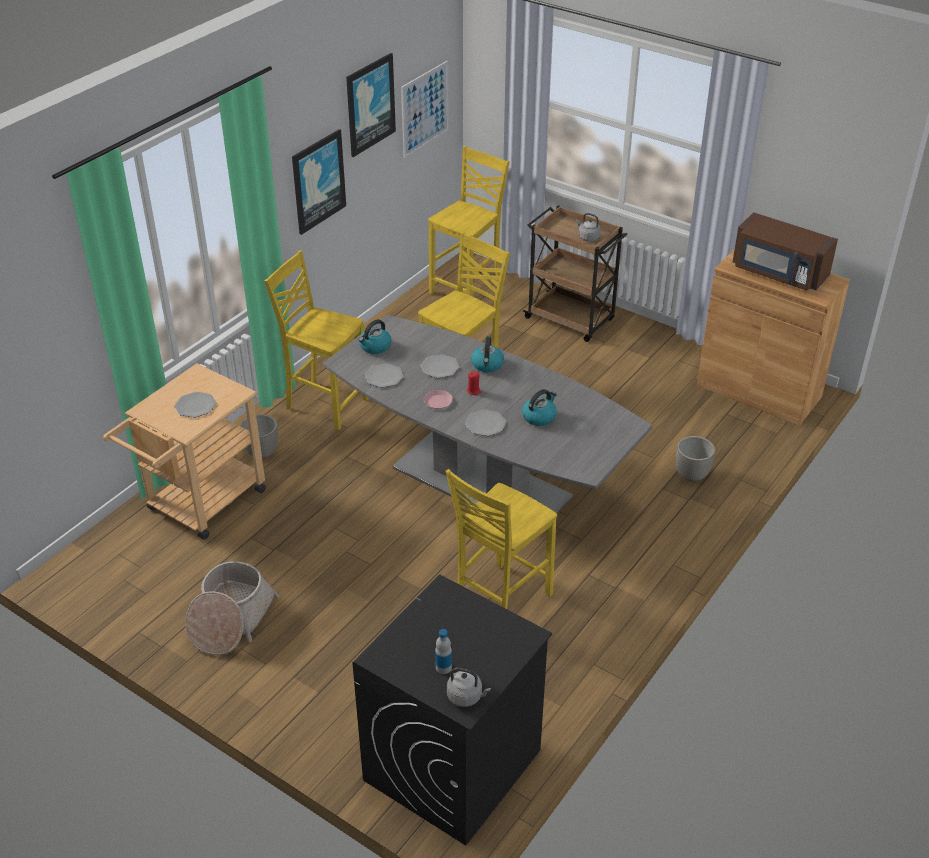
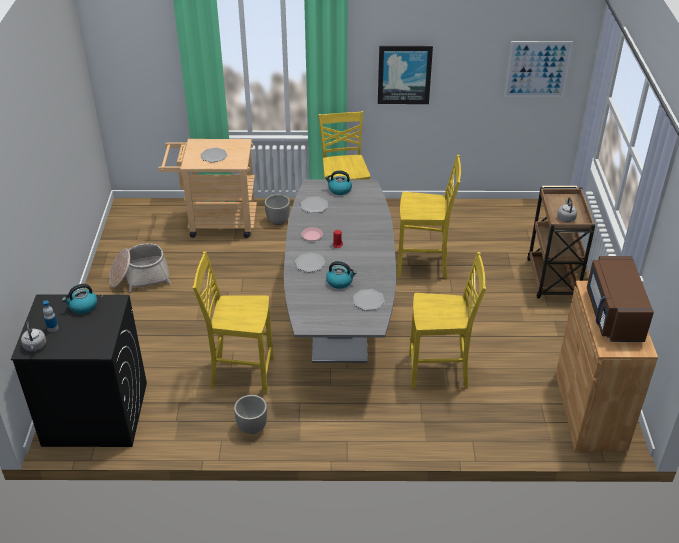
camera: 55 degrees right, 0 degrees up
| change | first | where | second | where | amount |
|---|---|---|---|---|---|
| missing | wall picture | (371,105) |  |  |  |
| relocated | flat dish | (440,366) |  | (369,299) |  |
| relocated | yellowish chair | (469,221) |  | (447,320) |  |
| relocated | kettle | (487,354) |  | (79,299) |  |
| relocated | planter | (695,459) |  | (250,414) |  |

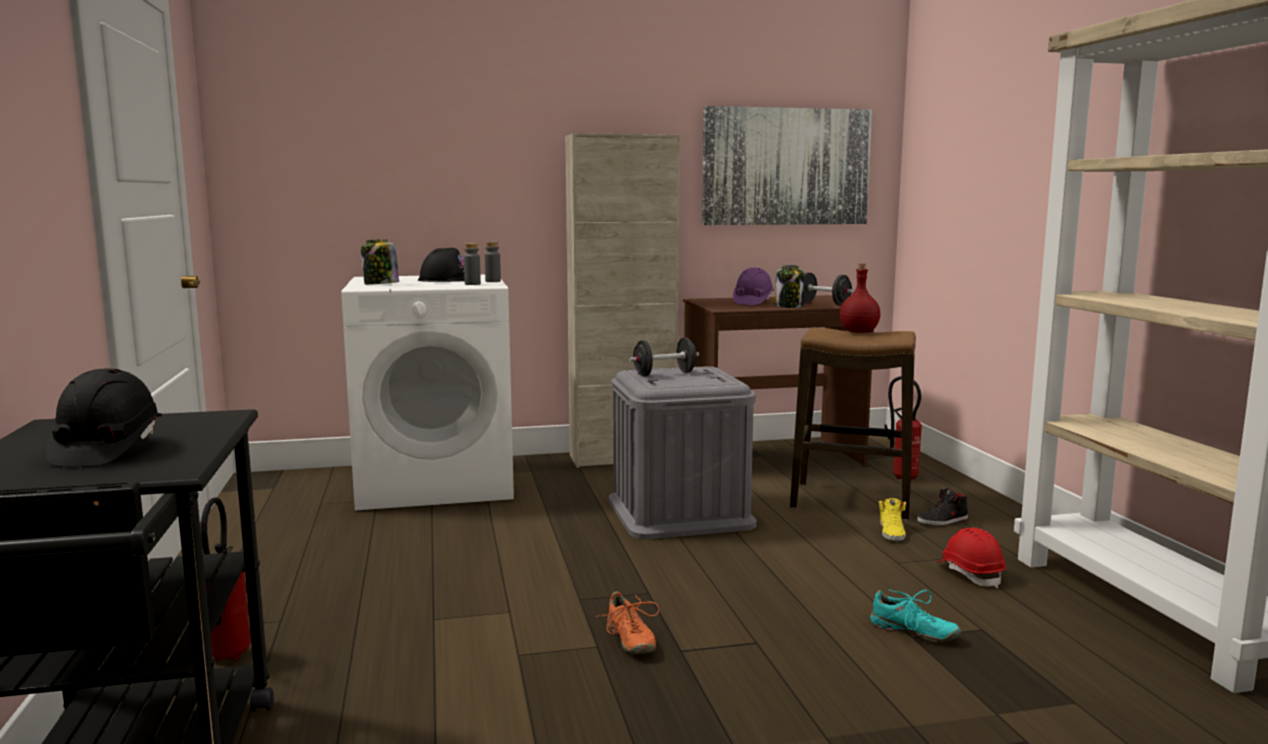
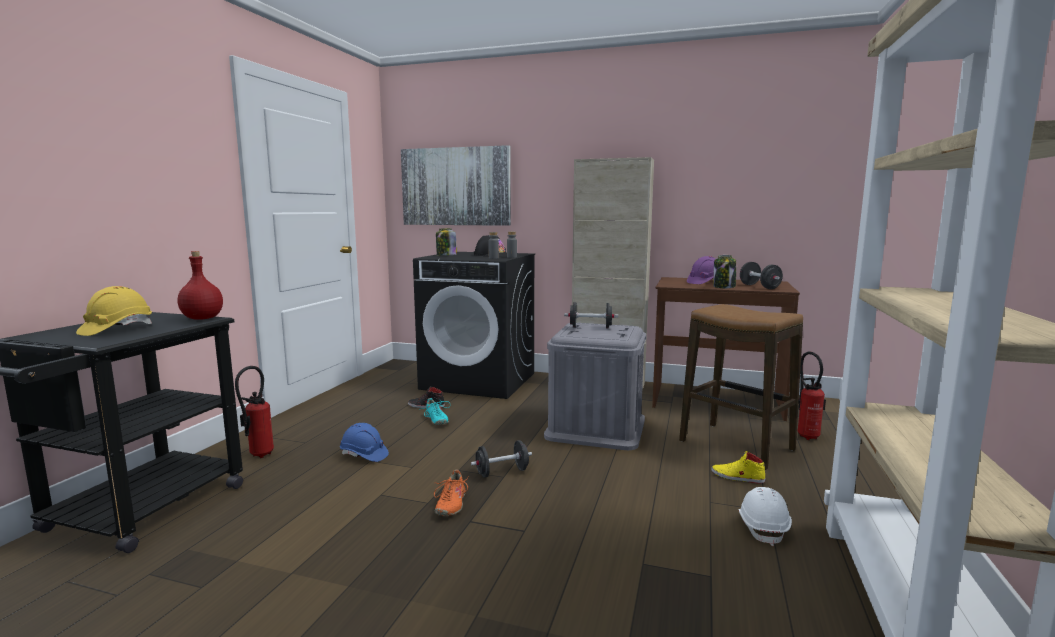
camera: 30 degrees right, 0 degrees up
| change | first | where | second | where | amount |
|---|---|---|---|---|---|
| colour | black work helmet | (104,417) | yellowish work helmet | (114,311) |  |
| colour | white laundry machine | (427,392) | black laundry machine | (474,325) |  |
| relocated | wall picture | (787,165) |  | (456,185) |  |
| relocated | red drink bottle | (860,298) |  | (200,285) |  |
| relocated | blue-green low shoe | (915,615) |  | (436,411) |  |
| spun | yellowish low shoe | (892,519) |  | (738,467) | 75 degrees clockwise |
| relocated | black low shoe | (942,507) |  | (426,397) |  |
| colour | red work helmet | (971,558) | white work helmet | (765,516) |  |
| appeared |  |  | blue work helmet | (364,442) |  |
| appeared |  |  | black free weight | (501,459) |  |

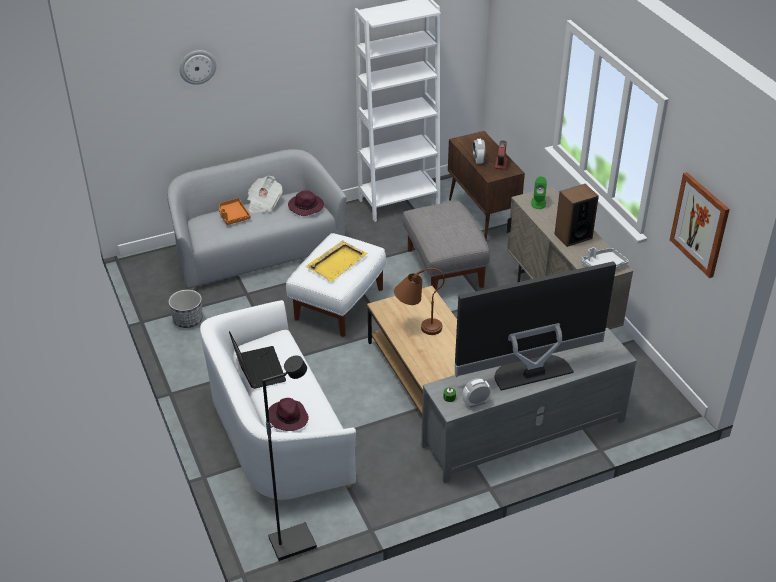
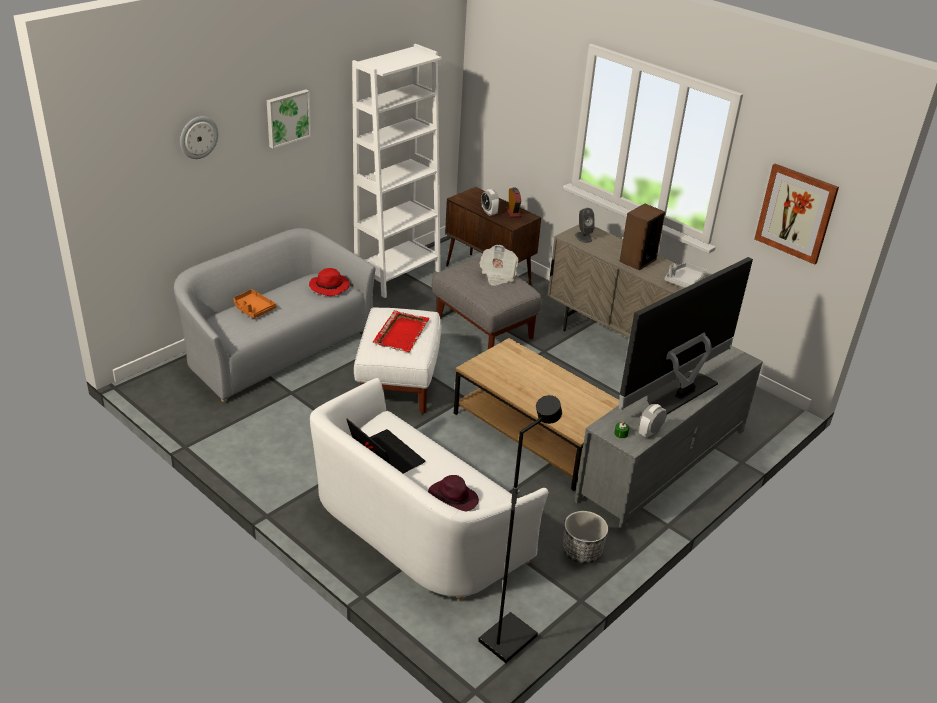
camera: 25 degrees left, 5 degrees down
| change | first | where | second | where | amount |
|---|---|---|---|---|---|
| relocated | planter | (186,309) |  | (585,537) |  |
| relocated | newspaper | (265,194) |  | (498,265) |  |
| colour | purple hat | (306,203) | red hat | (329,282) |  |
| colour | yellowish tray | (337,261) | red tray | (401,331) |  |
| missing | brownish table lamp | (419,301) |  |  |  |
| colour | green loudspeaker | (539,192) | gray loudspeaker | (585,225) |  |
| appeared |  |  | wall picture | (289,119) |  |

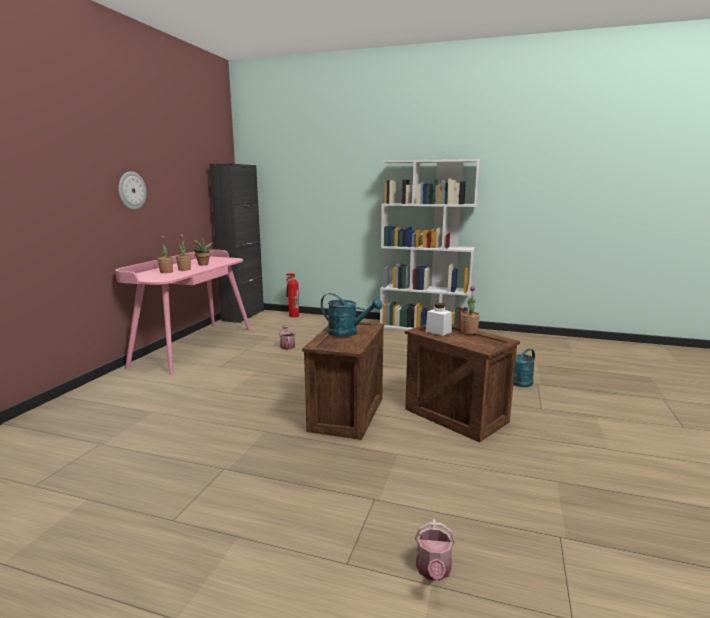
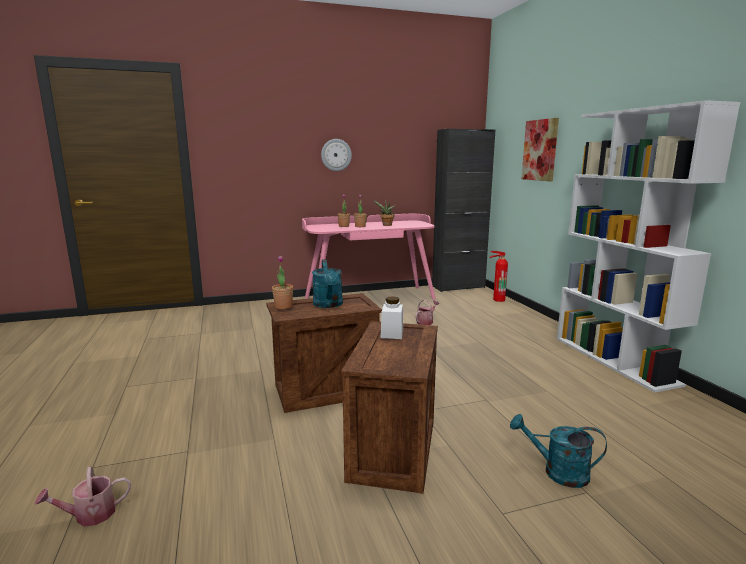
camera: 55 degrees right, 0 degrees up
| change | first | where | second | where | amount |
|---|---|---|---|---|---|
| relocated | potted plant | (470,310) |  | (282,282) |  |
| appeared |  |  | wall picture | (540,149) |  |

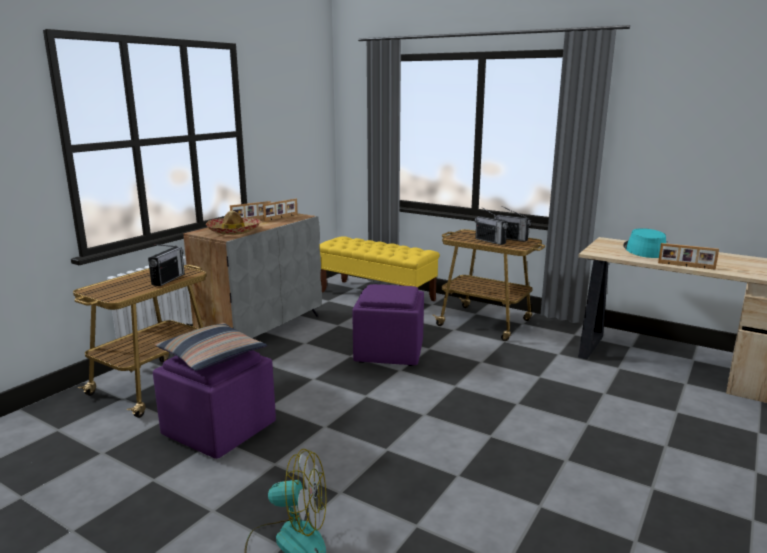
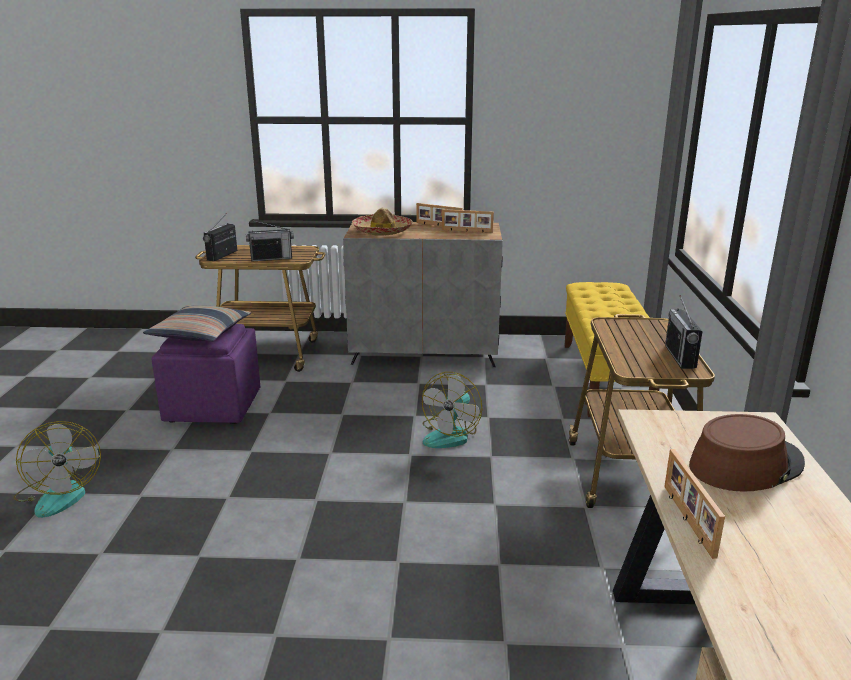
camera: 60 degrees right, 5 degrees up
| change | first | where | second | where | amount |
|---|---|---|---|---|---|
| exchanged | purple footrest | (388,325) | electric fan | (452,410) |  |
| relocated | radio set | (491,226) |  | (220,237) |  |
| colour | blue-green hat | (645,243) | brownish hat | (747,453) |  |

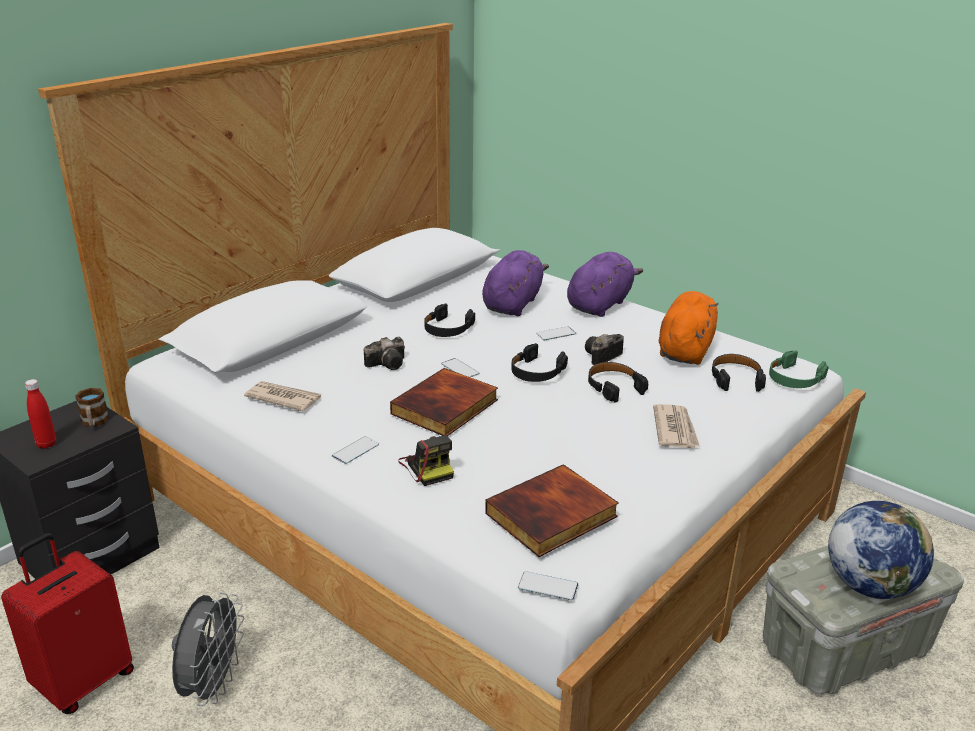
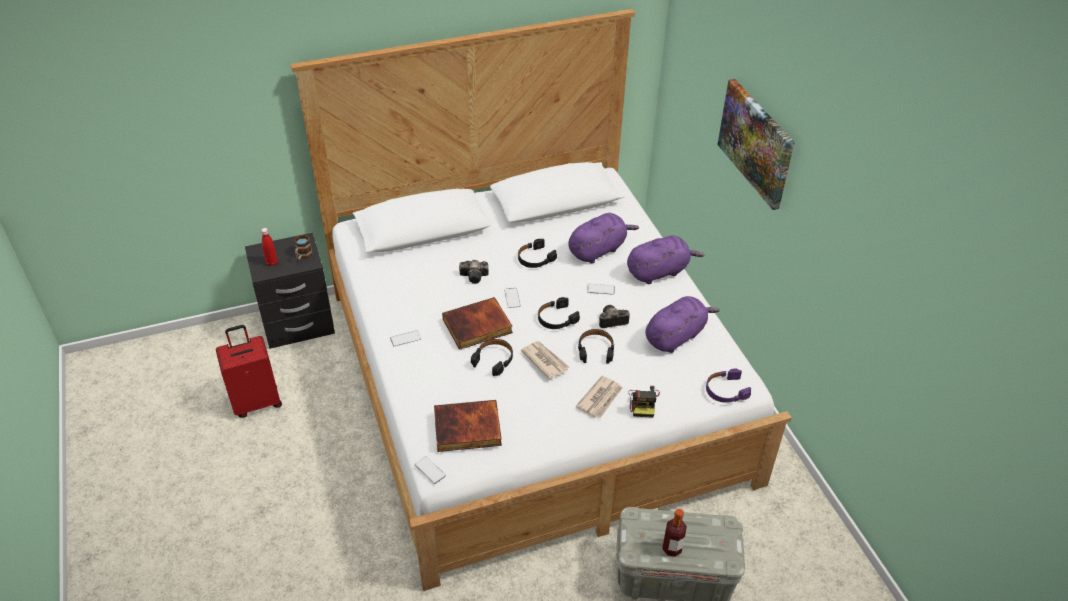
camera: 30 degrees right, 15 degrees up
| change | first | where | second | where | amount |
|---|---|---|---|---|---|
| missing | gray electric fan | (208,649) |  |  |  |
| relocated | newspaper | (282,396) |  | (545,360) |  |
| relocated | photo camera | (426,460) |  | (644,402) |  |
| colour | orangey cuddly toy | (689,328) | purple cuddly toy | (682,324) |  |
| relocated | black headphones | (739,373) |  | (492,357) |  |
| colour | green headphones | (798,369) | purple headphones | (728,386) |  |
| exchanged | world globe | (881,550) | drink bottle | (674,533) |  |
| appeared |  |  | wall picture | (756,144) |  |

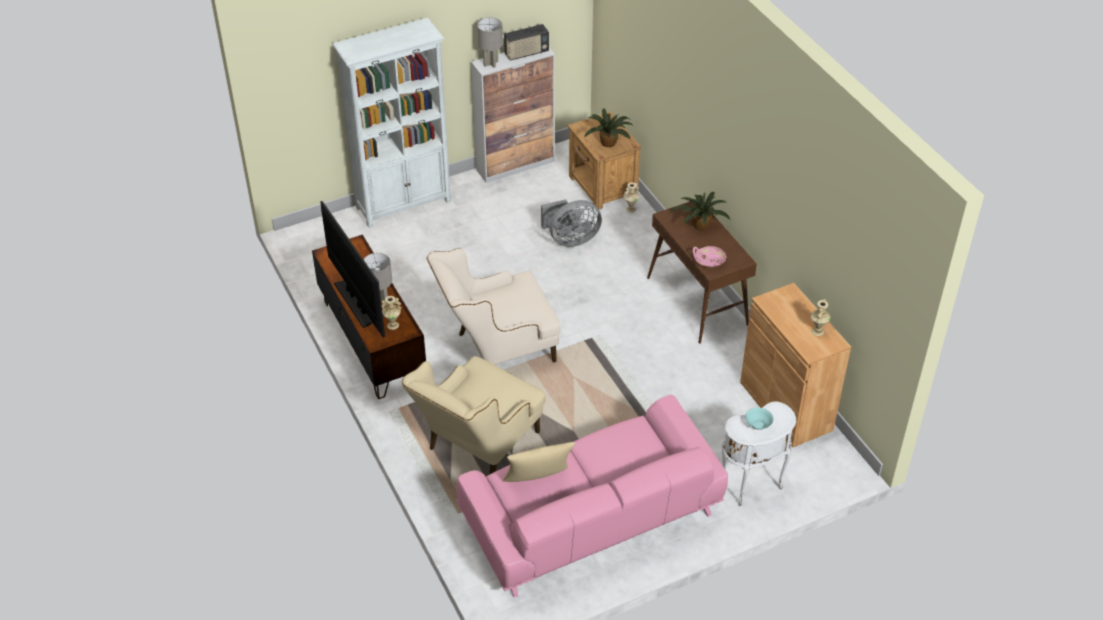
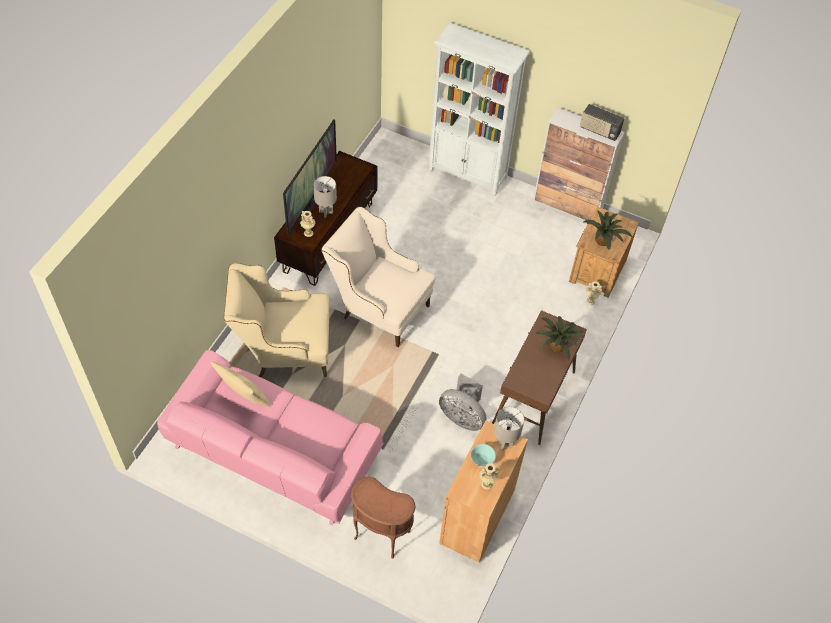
camera: 50 degrees right, 10 degrees up
| change | first | where | second | where | amount |
|---|---|---|---|---|---|
| relocated | gray table lamp | (490,42) |  | (509,428) |  |
| relocated | gray electric fan | (571,223) |  | (463,402) |  |
| missing | pinkish deep dish | (709,256) |  |  |  |
| colour | white side table | (759,453) | brownish side table | (383,518) |  |
| relocated | blue-green deep dish | (759,419) |  | (483,455) |  |

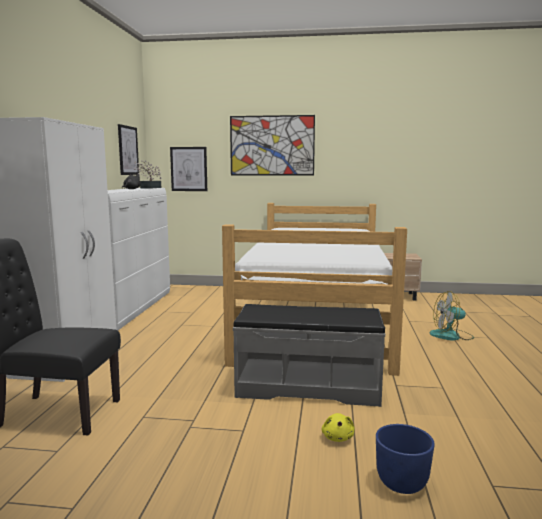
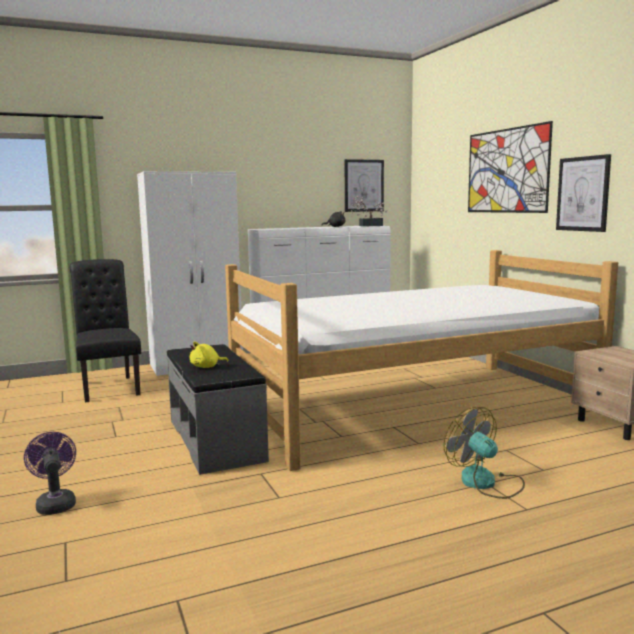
camera: 60 degrees right, 0 degrees up
| change | first | where | second | where | amount |
|---|---|---|---|---|---|
| relocated | wall picture | (188,169) |  | (583,193) |  |
| relocated | yellowish cuddly toy | (338,427) |  | (209,354) |  |
| exchanged | blue planter | (405,459) | purple electric fan | (50,473) |  |

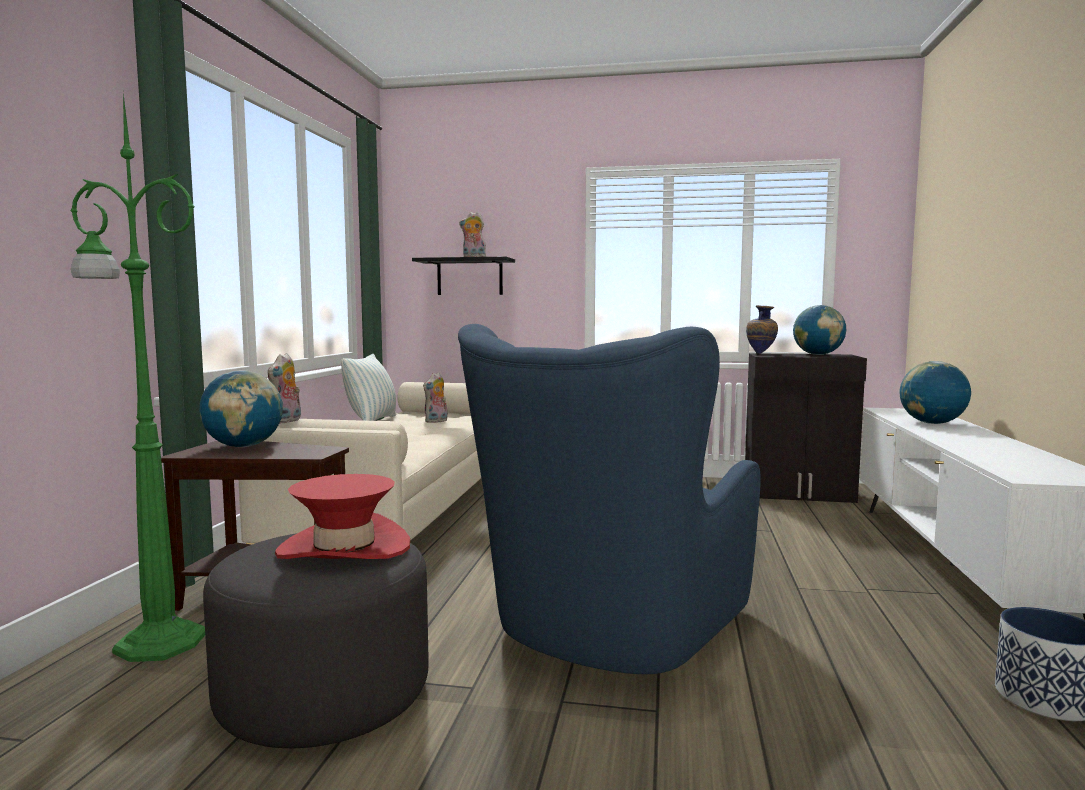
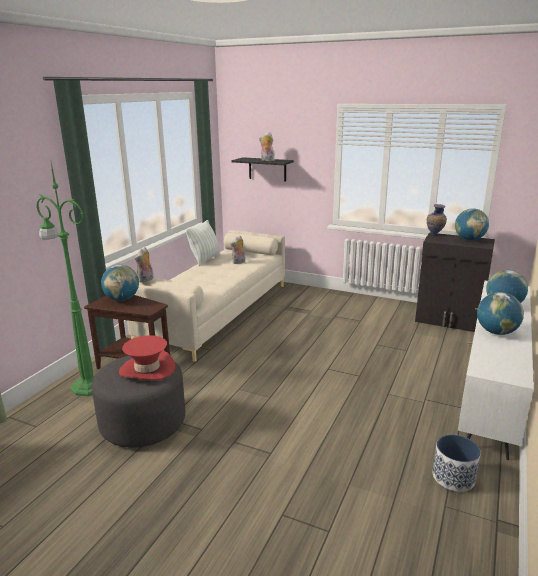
camera: 15 degrees right, 15 degrees up
| change | first | where | second | where | amount |
|---|---|---|---|---|---|
| missing | blue easy chair | (609,499) |  |  |  |
| appeared |  |  | world globe | (500,313) |  |

